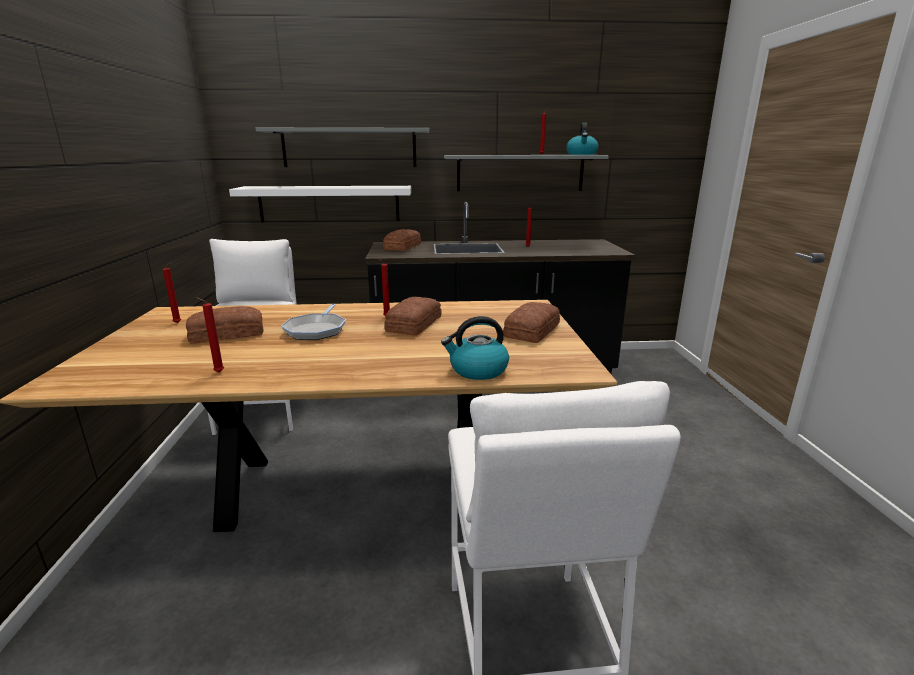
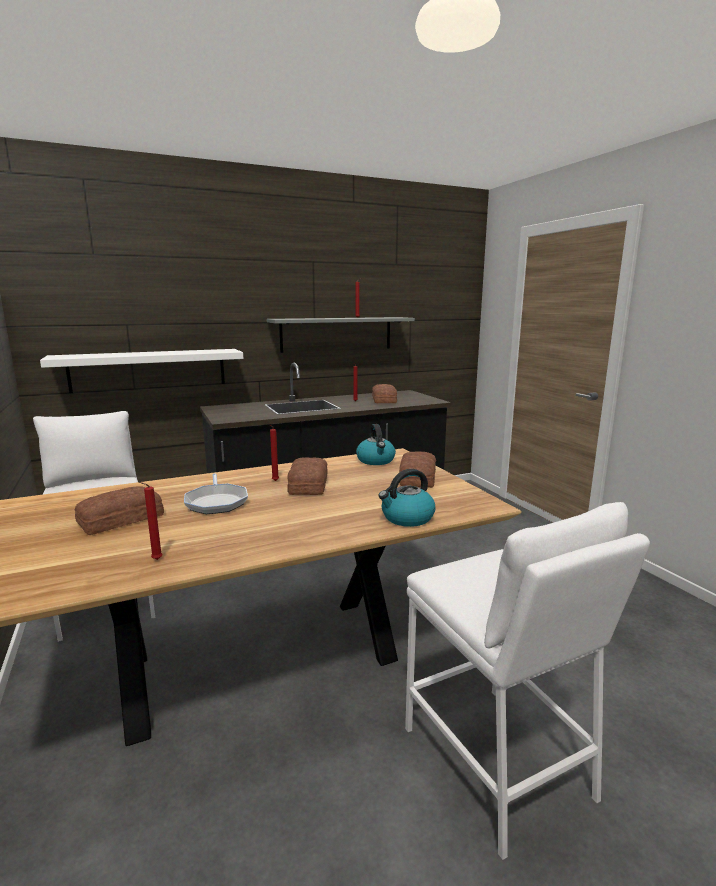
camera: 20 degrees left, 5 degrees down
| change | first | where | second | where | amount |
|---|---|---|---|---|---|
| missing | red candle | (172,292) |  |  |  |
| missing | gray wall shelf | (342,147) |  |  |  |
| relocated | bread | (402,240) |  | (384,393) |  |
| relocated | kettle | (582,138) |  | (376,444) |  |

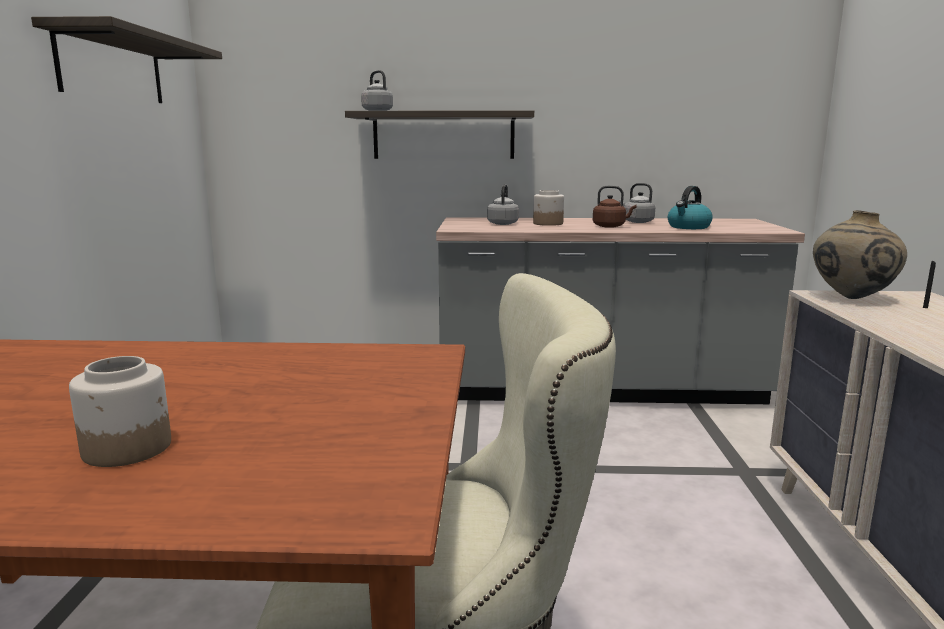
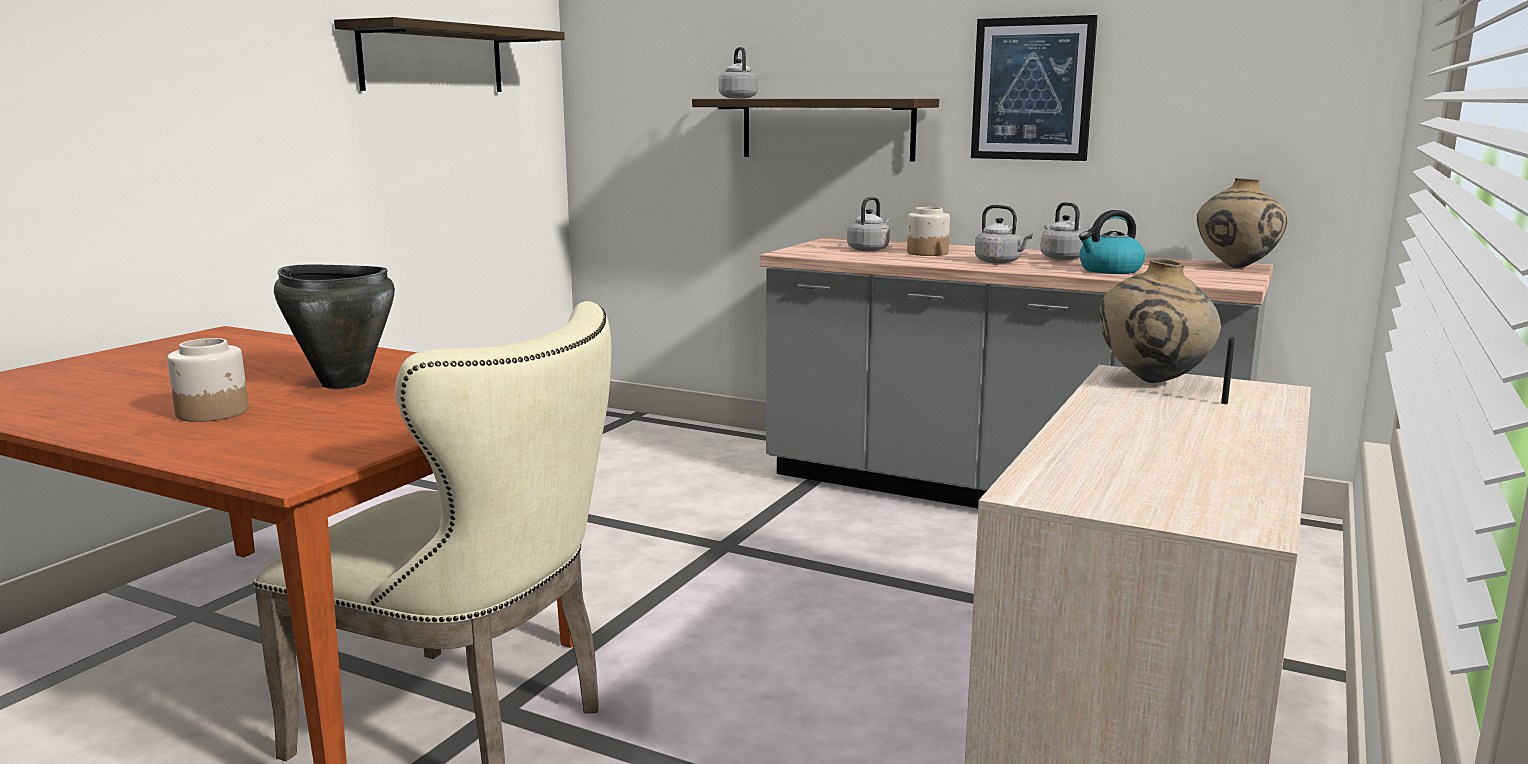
camera: 25 degrees right, 0 degrees up
| change | first | where | second | where | amount |
|---|---|---|---|---|---|
| colour | brownish kettle | (615,207) | gray kettle | (1004,234) |  |
| appeared |  |  | black cooking pot | (334,326) |  |
| appeared |  |  | wall picture | (1034,88) |  |
| appeared |  |  | beige vase | (1242,223) |  |

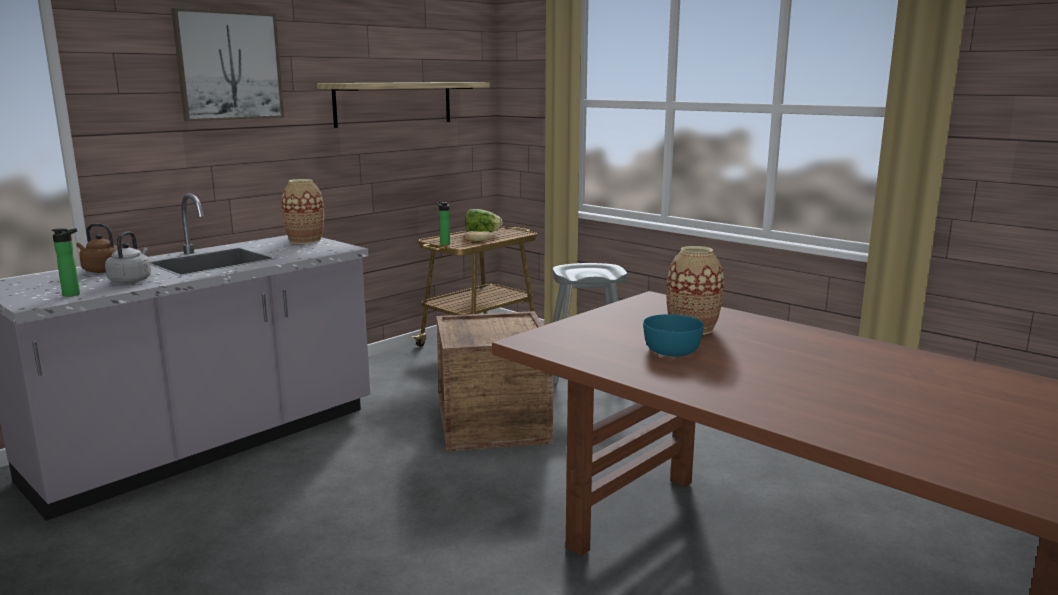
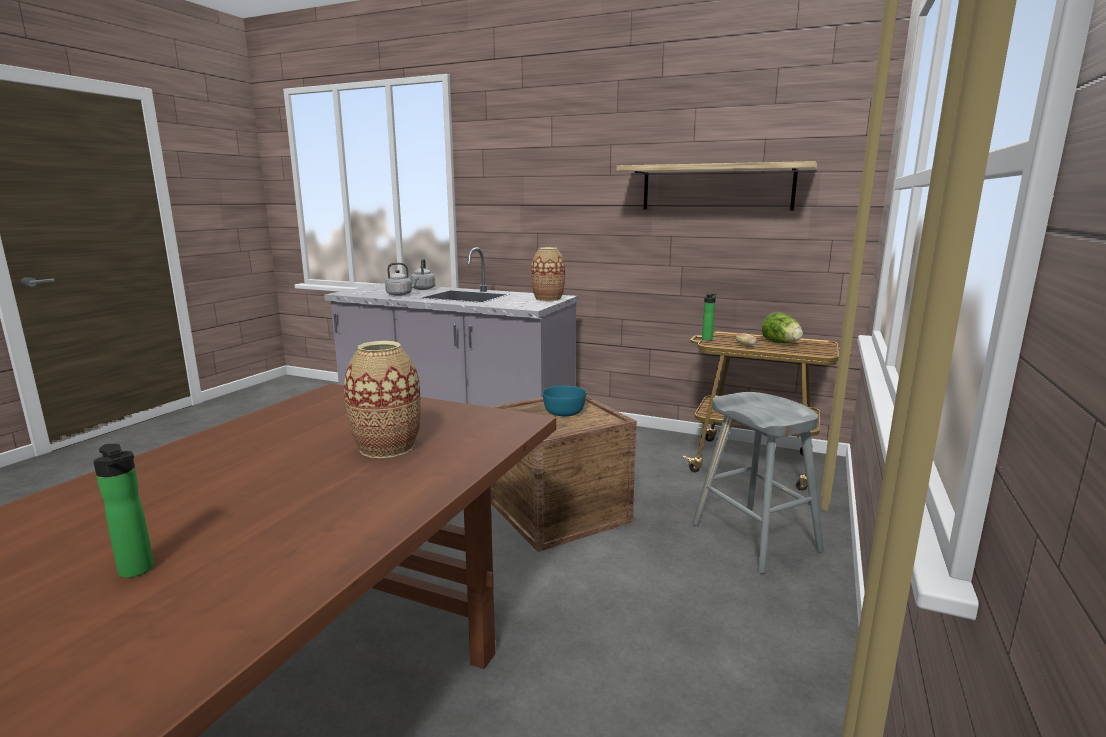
camera: 70 degrees right, 0 degrees up
| change | first | where | second | where | amount |
|---|---|---|---|---|---|
| relocated | drink bottle | (65,262) |  | (123,511) |  |
| colour | brownish kettle | (96,248) | gray kettle | (422,274) |  |
| missing | wall picture | (227,64) |  |  |  |
| relocated | blue-green deep dish | (673,335) |  | (564,401) |  |

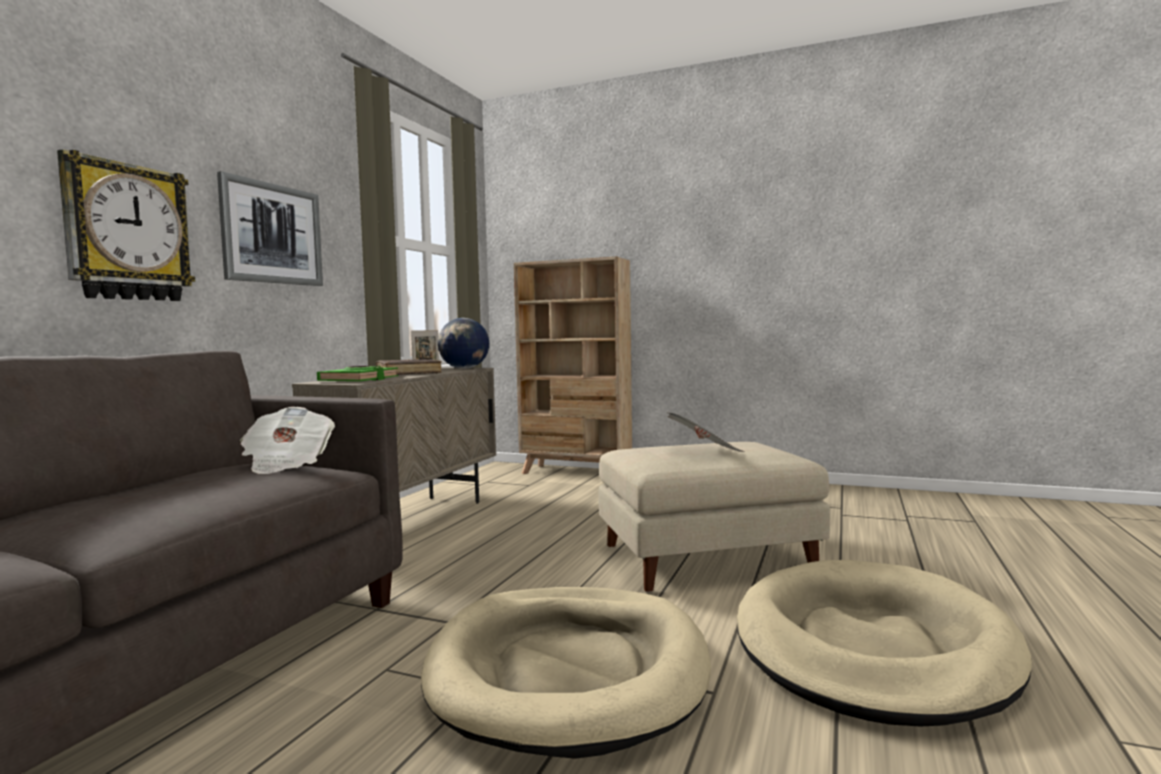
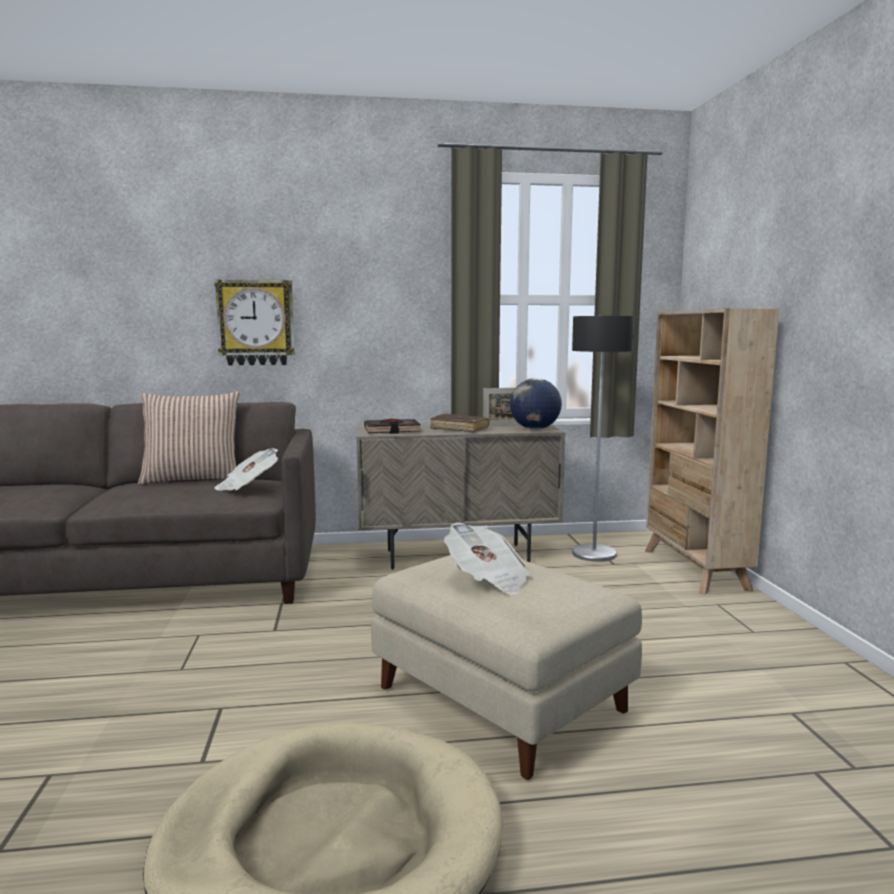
camera: 60 degrees right, 5 degrees up
| change | first | where | second | where | amount |
|---|---|---|---|---|---|
| missing | wall picture | (270,228) |  |  |  |
| colour | green bound book | (357,373) | black bound book | (392,426) |  |
| missing | beige dog cushion | (566,673) |  |  |  |
| appeared |  |  | cushion | (189,438) |  |
| appeared |  |  | floor lamp | (603,439) |  |

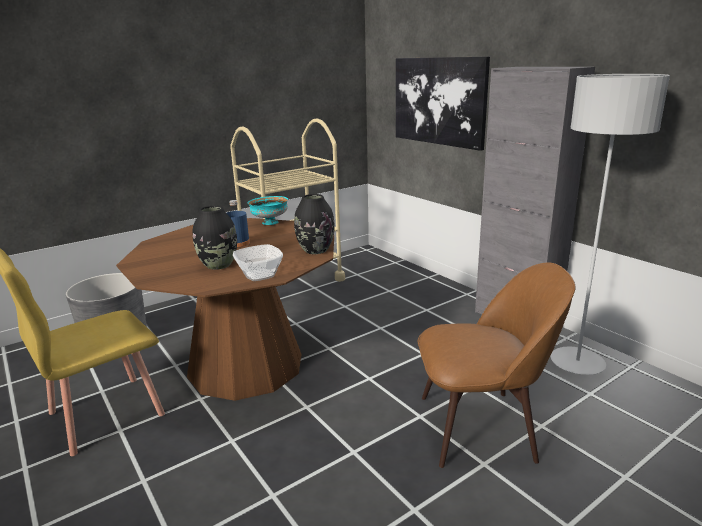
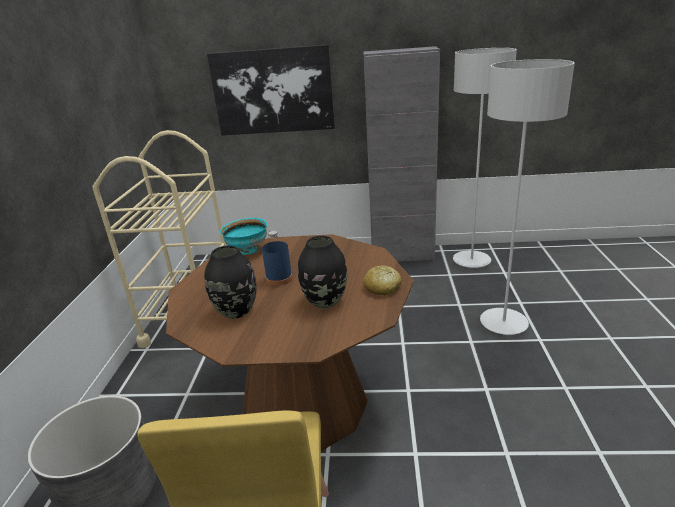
camera: 50 degrees left, 5 degrees up
| change | first | where | second | where | amount |
|---|---|---|---|---|---|
| exchanged | deep dish | (258,262) | bread | (382,280) |  |
| relocated | black vase | (314,224) |  | (230,282) |  |
| exchanged | brownish chair | (497,365) | gray floor lamp | (527,197) |  |

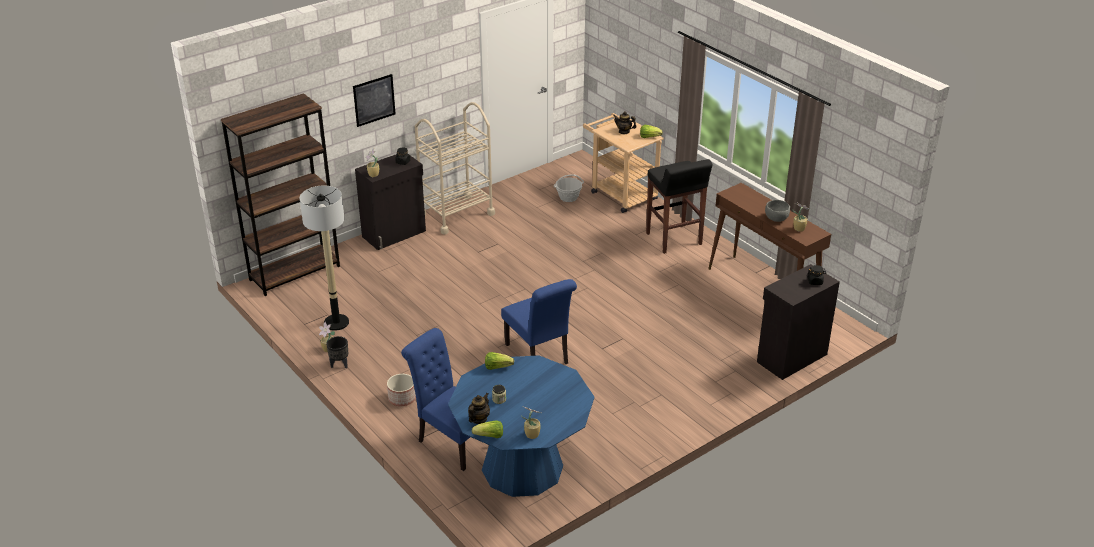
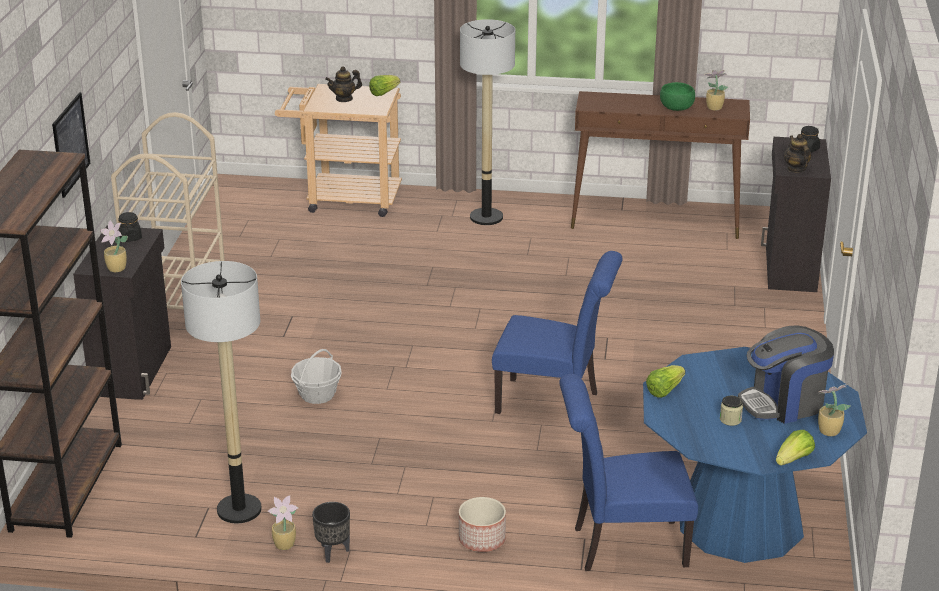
camera: 45 degrees left, 5 degrees down
| change | first | where | second | where | amount |
|---|---|---|---|---|---|
| relocated | teapot | (479,408) |  | (798,153) |  |
| relocated | basket | (569,188) |  | (316,376) |  |
| exchanged | black stool seat | (679,206) | floor lamp | (487,122) |  |
| colour | gray deep dish | (777,211) | green deep dish | (677,96) |  |
| appeared |  |  | coffee brewer | (786,374) |  |

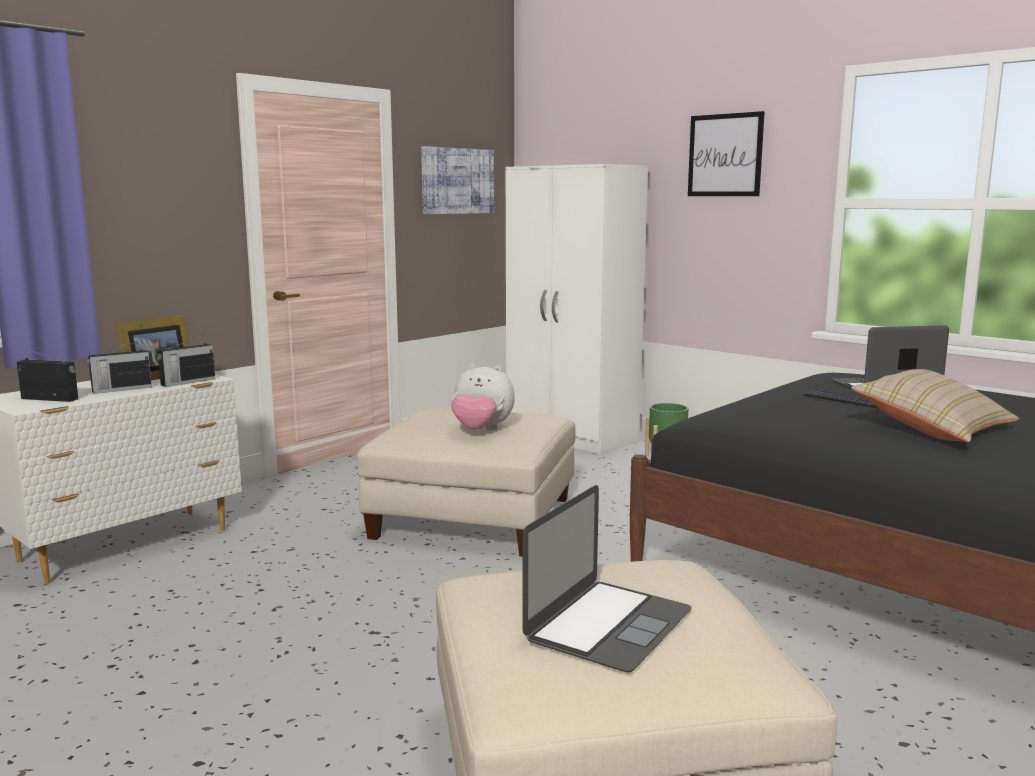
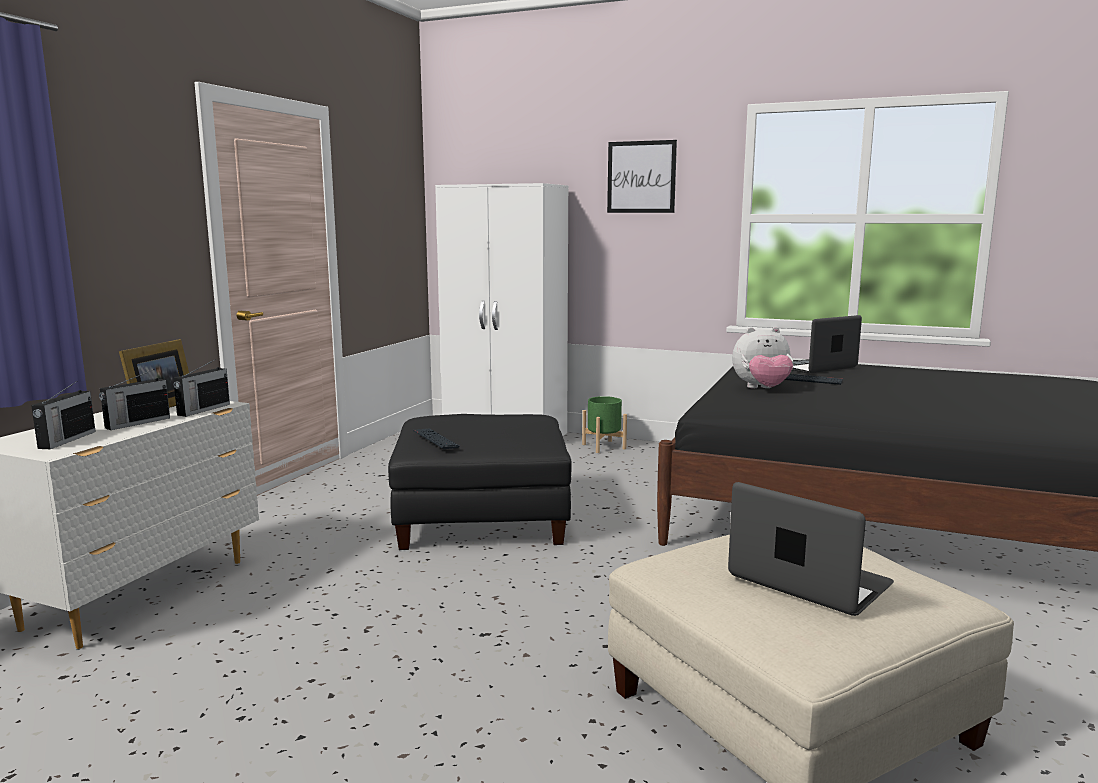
camera: 20 degrees left, 0 degrees up
| change | first | where | second | where | amount |
|---|---|---|---|---|---|
| spun | radio set | (47,376) |  | (63,415) | 105 degrees clockwise |
| colour | beige footrest | (466,482) | black footrest | (480,482) |  |
| missing | wall picture | (457,180) |  |  |  |
| relocated | cuddly toy | (483,397) |  | (762,357) |  |
| spun | notebook computer | (607,578) |  | (811,549) | 60 degrees counterclockwise |
| missing | beige cushion | (935,406) |  |  |  |
| appeared |  |  | computer keyboard | (436,438) |  |

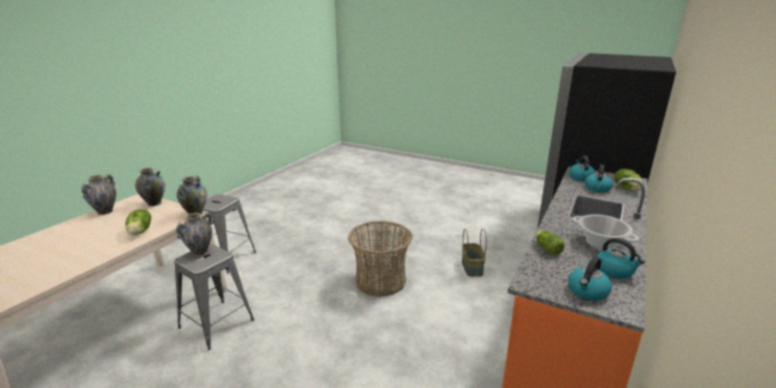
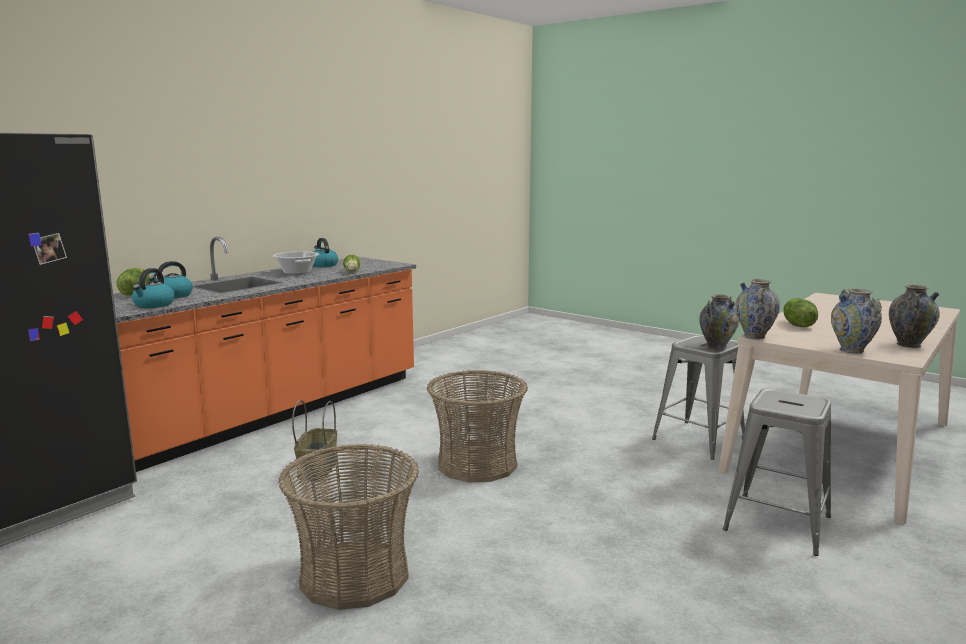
camera: 170 degrees left, 10 degrees down
| change | first | where | second | where | amount |
|---|---|---|---|---|---|
| missing | kettle | (590,278) |  |  |  |
| appeared |  |  | basket | (348,527) |  |

